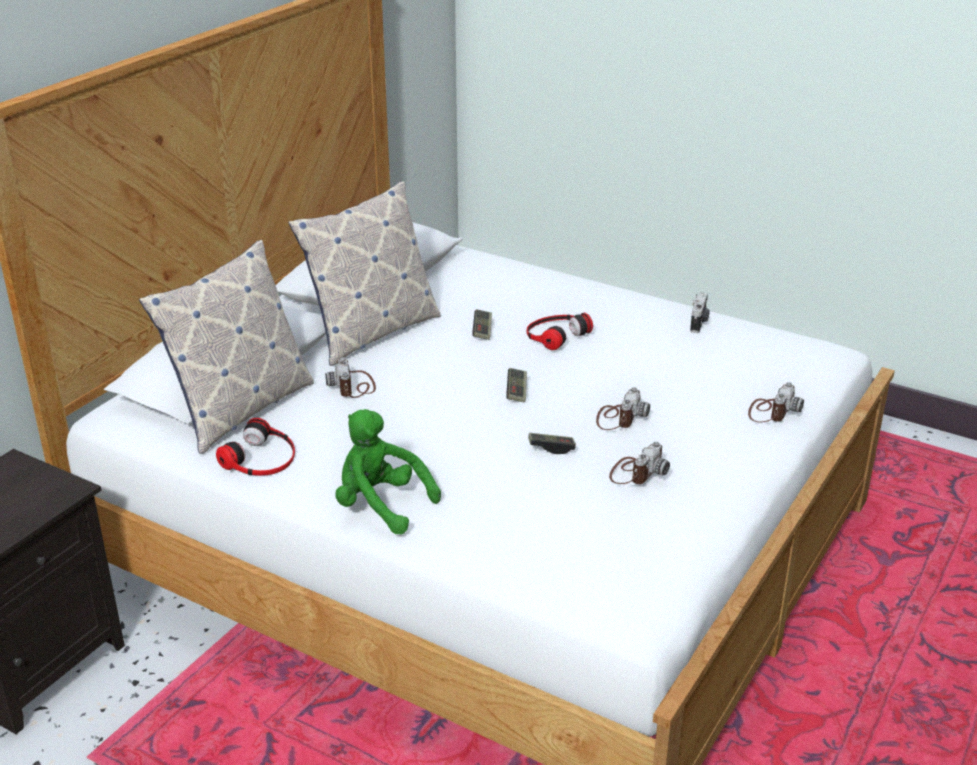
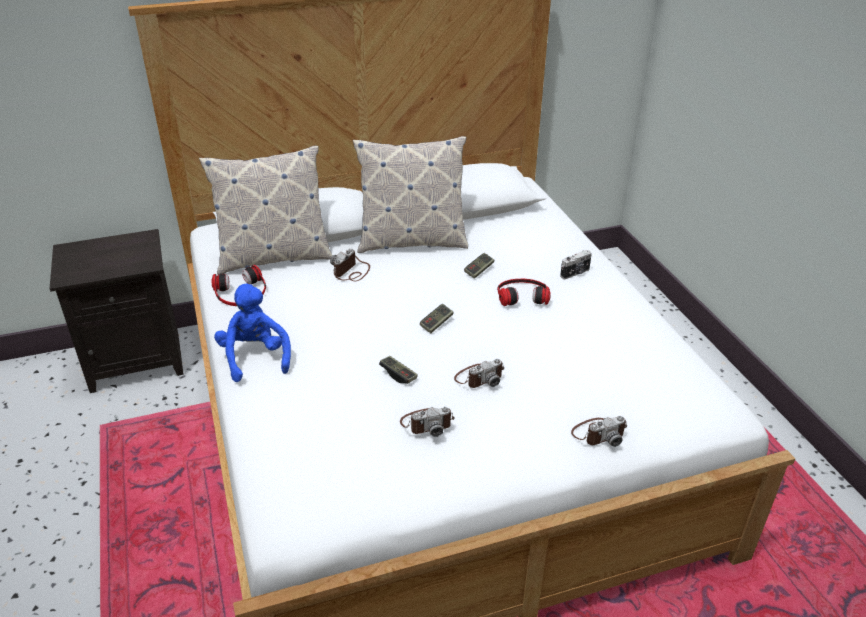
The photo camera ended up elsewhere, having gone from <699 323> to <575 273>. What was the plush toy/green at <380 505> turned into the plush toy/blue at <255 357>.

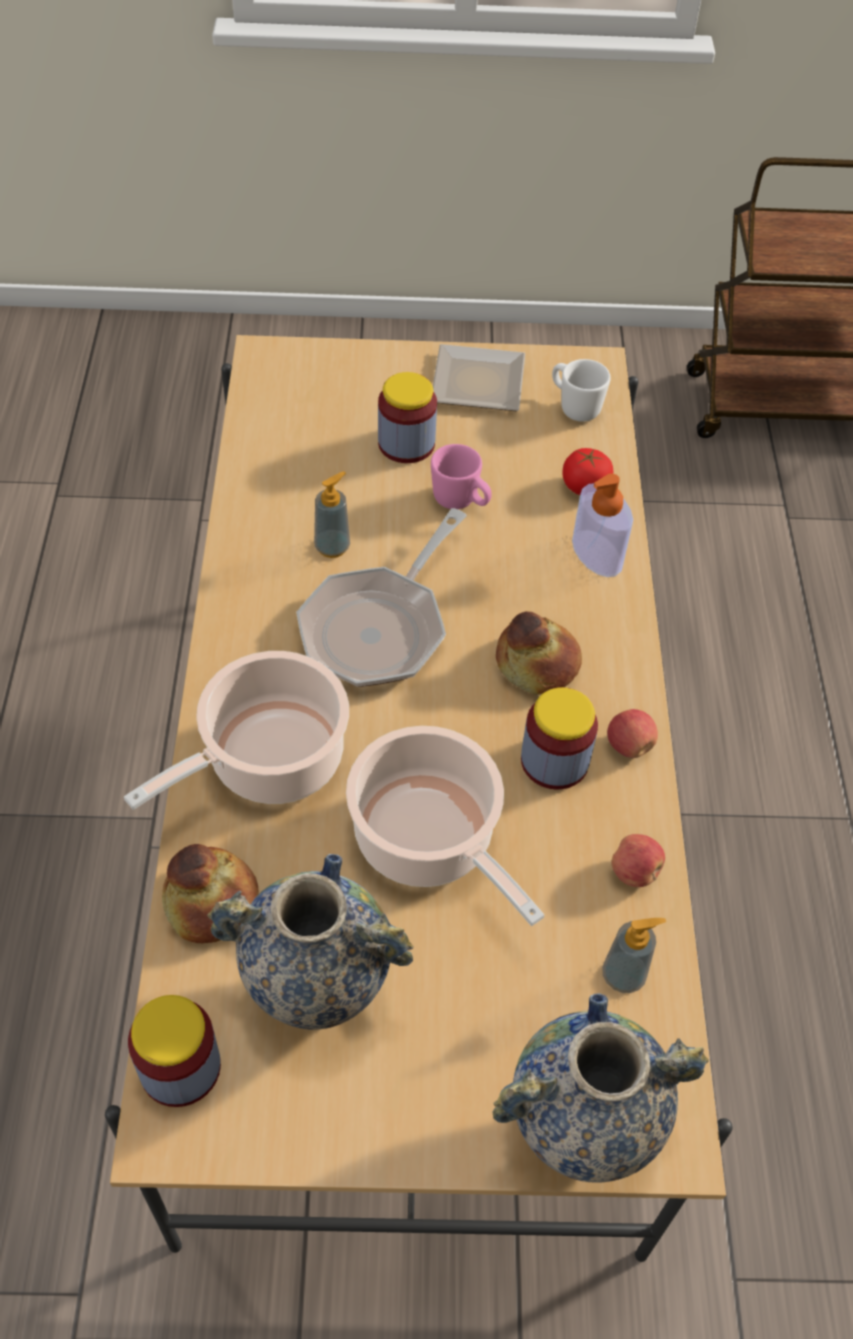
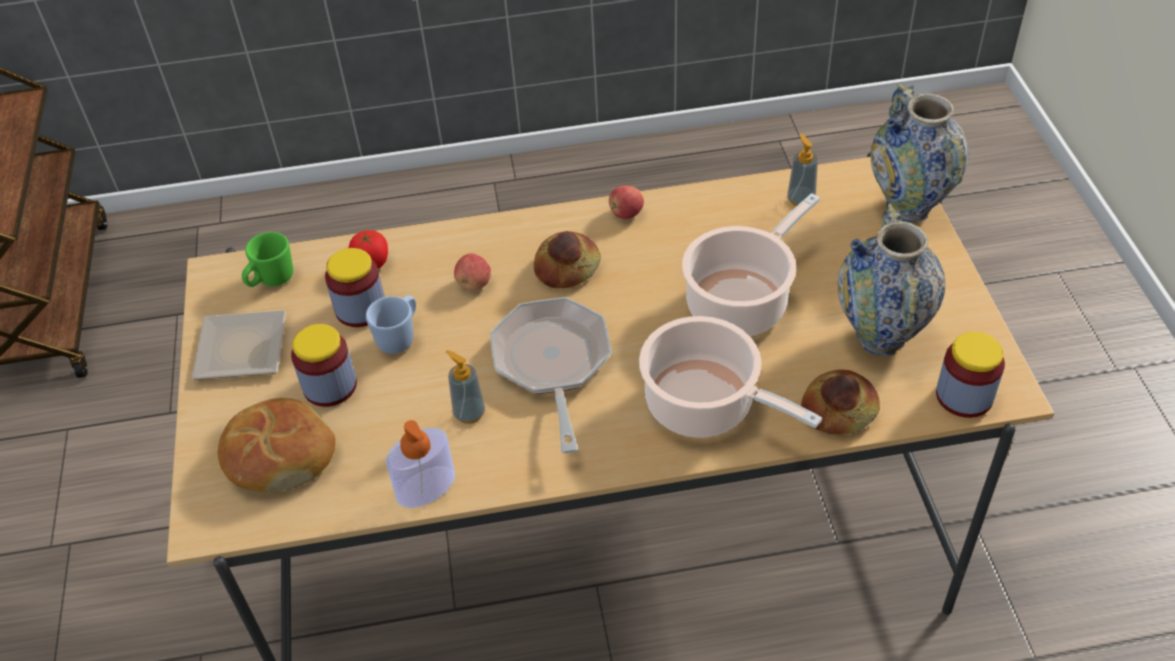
What was the mug/white at <574 406> turned into the mug/green at <271 281>. What was the mug/pink at <461 501> turned into the mug/blue at <400 337>. The soap dispenser ended up elsewhere, having gone from <597 554> to <426 487>. The frying pan at <379 627> ended up facing another way, 120 degrees counterclockwise from before. The jar ended up elsewhere, having gone from <554 761> to <360 309>. The apple ended up elsewhere, having gone from <634 872> to <474 283>. The second view gained the bread at <279 455>.

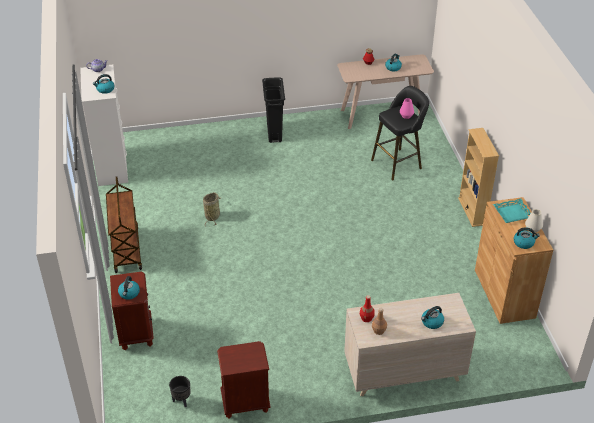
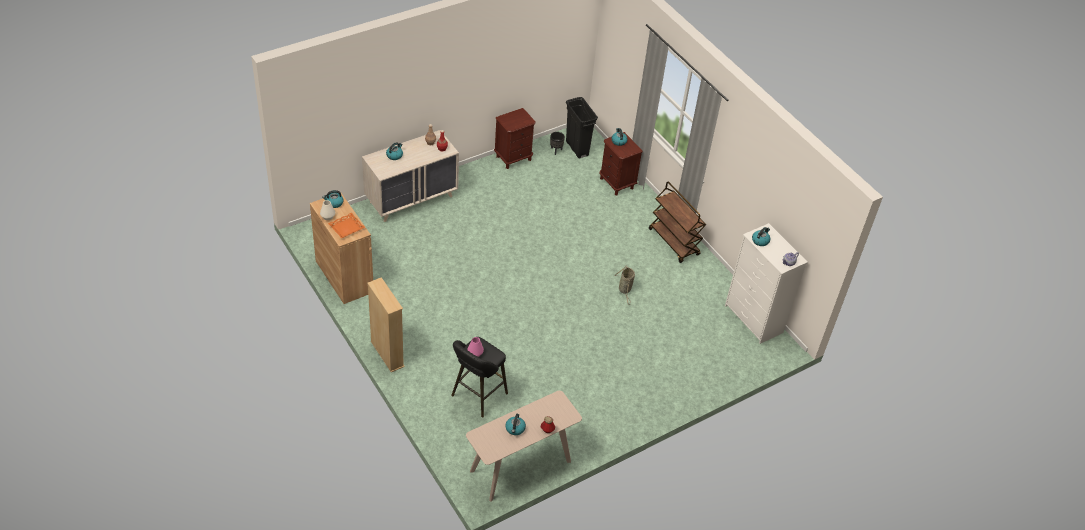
The trash can/black ended up elsewhere, having gone from <274 133> to <577 148>. What was the tray/turquoise at <512 213> turned into the tray/orange at <346 228>.

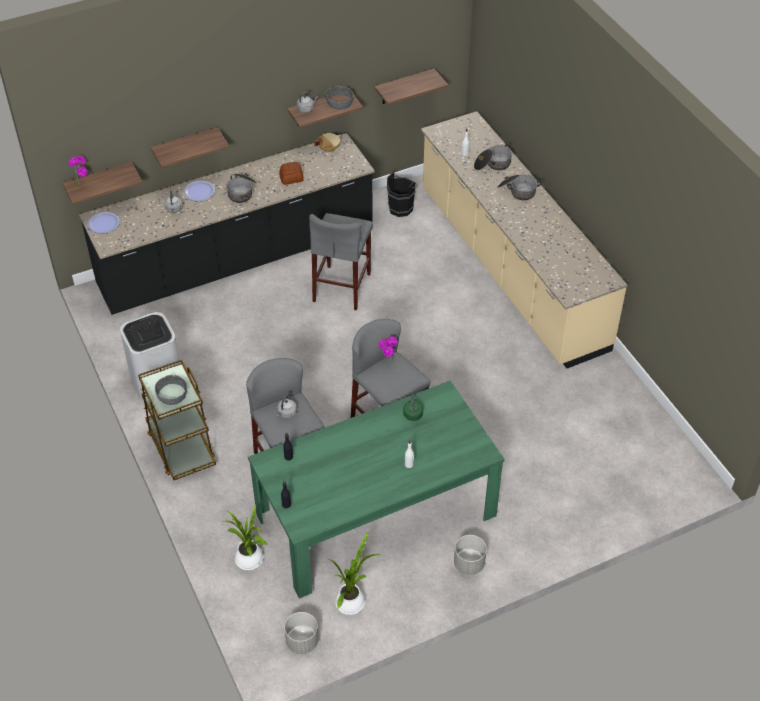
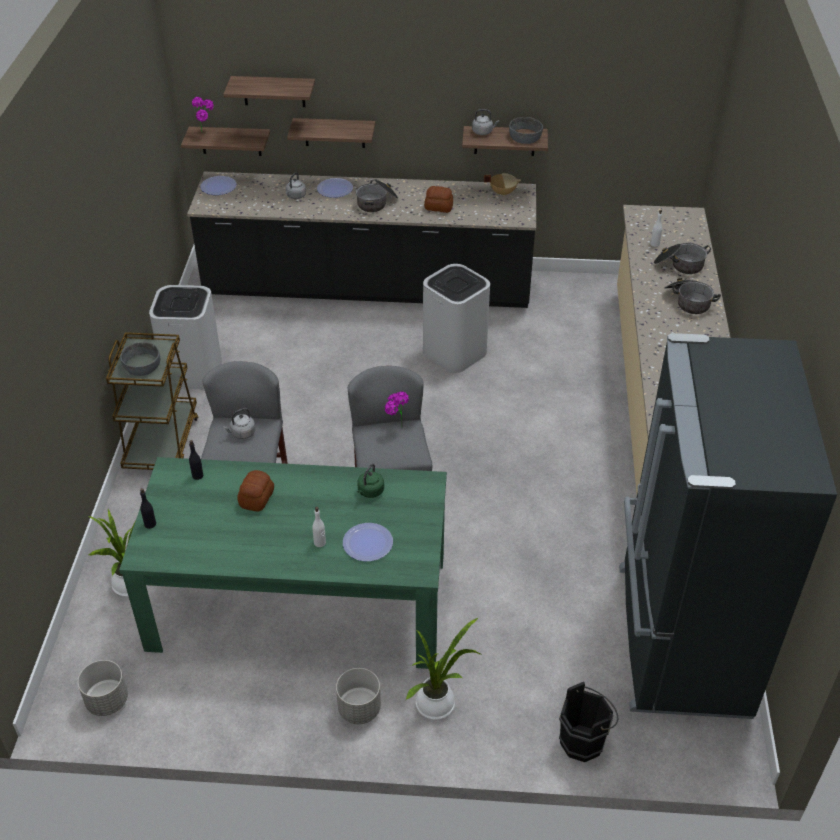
The shelf ended up elsewhere, having gone from <404 87> to <274 91>. The bucket/black ended up elsewhere, having gone from <402 207> to <585 741>. Where the stool/grey stood at <342 287>, the trash can/white came to stand at <454 353>. The potted plant ended up elsewhere, having gone from <352 601> to <438 703>. The second view gained the fridge/black at <679 640>. The second view gained the bread at <256 498>. The second view gained the plate at <368 543>.

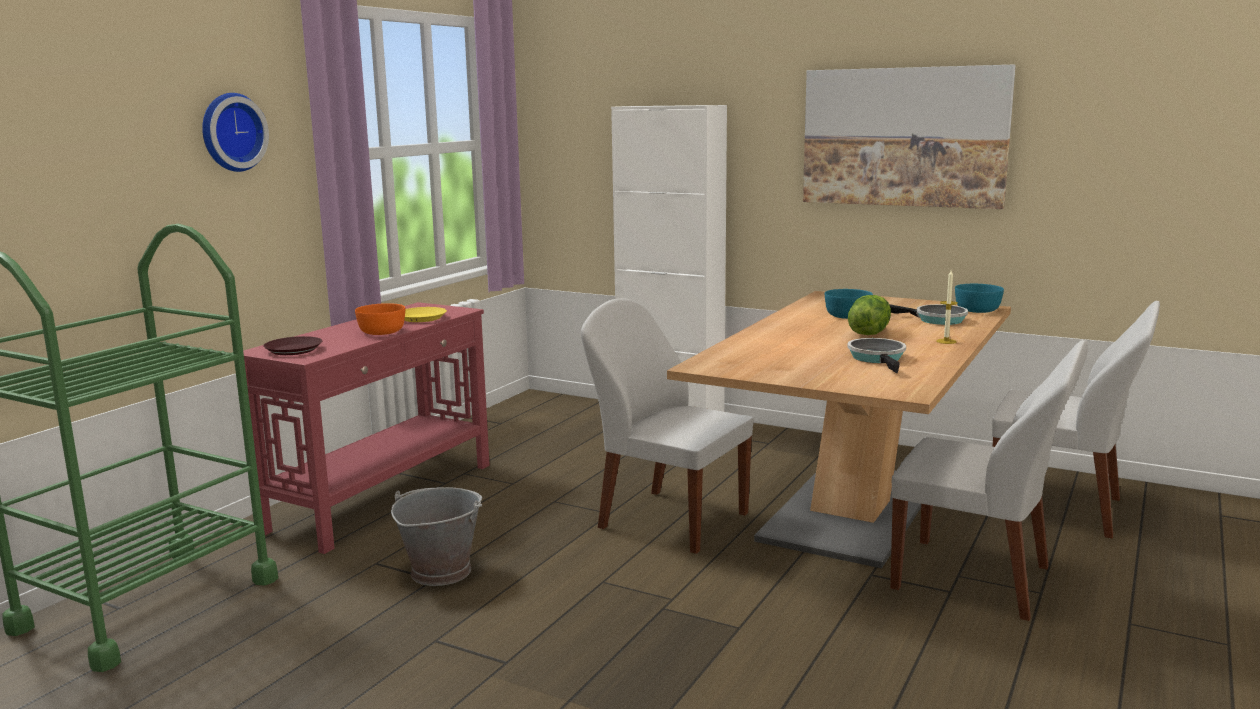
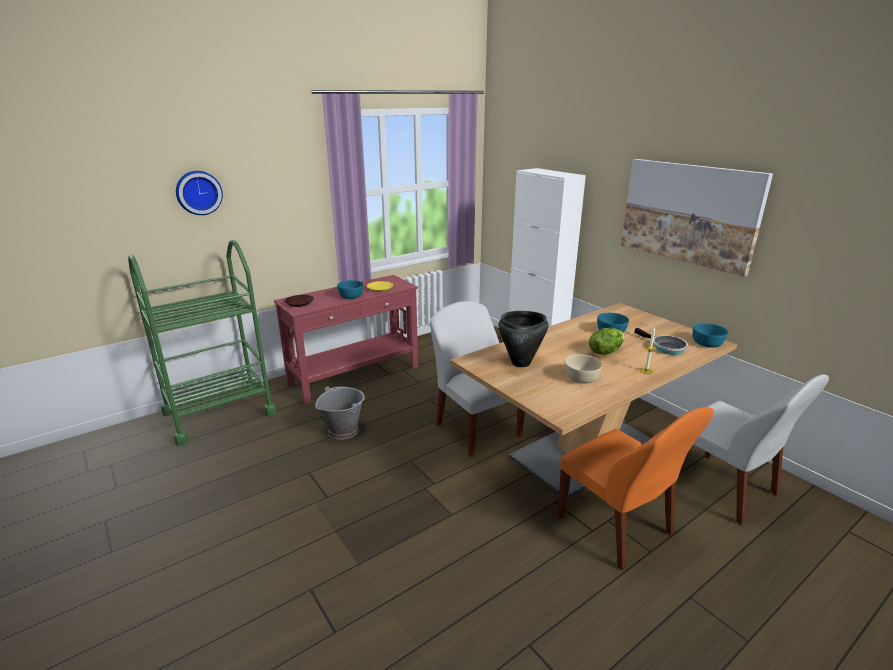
The wall clock ended up elsewhere, having gone from <230 132> to <198 192>. What was the bowl/orange at <382 332> turned into the bowl/turquoise at <351 296>. Where the frying pan stood at <878 358>, the bowl/beige came to stand at <581 378>. What was the chair/white at <976 580> turned into the chair/orange at <616 527>. The second view gained the cooking pot/black at <521 363>.

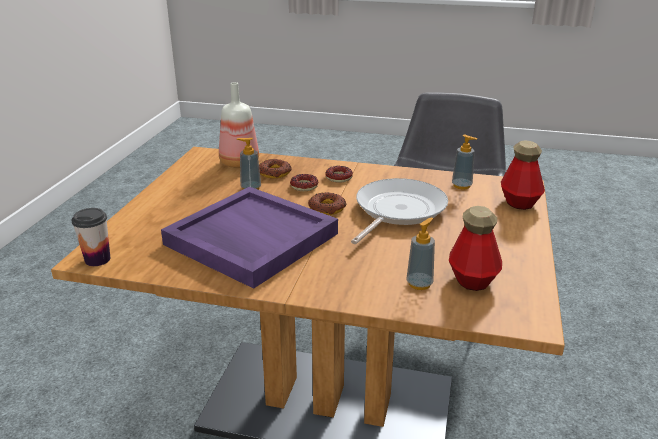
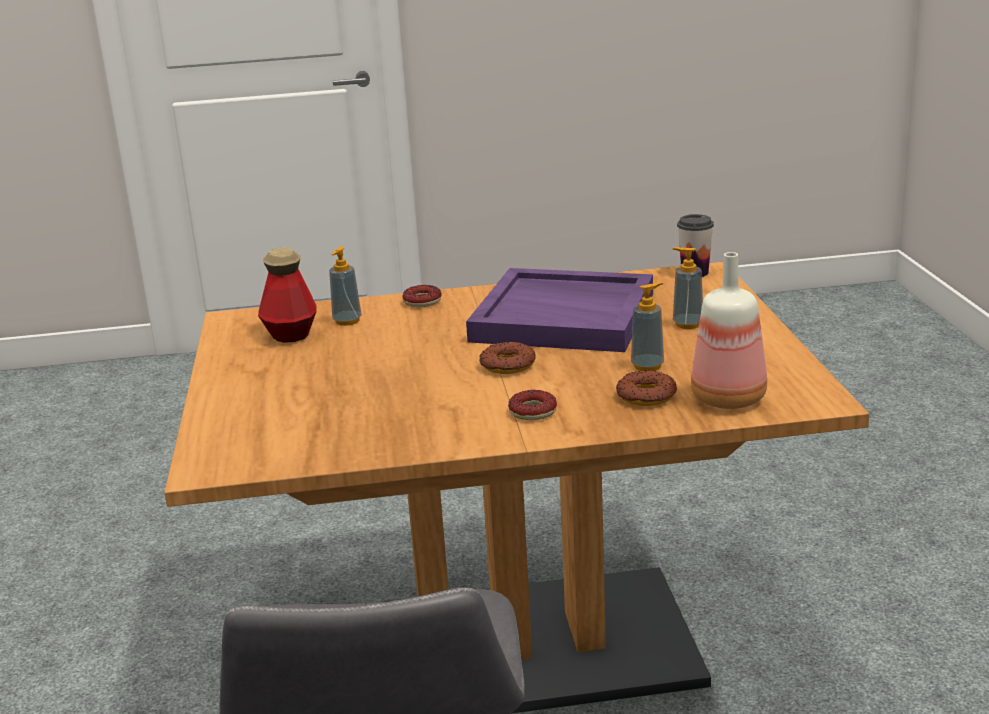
The soap dispenser ended up elsewhere, having gone from <461 186> to <687 324>. The second view lost the bottle at <519 202>. The donut ended up elsewhere, having gone from <304 186> to <422 301>. The second view lost the frying pan at <397 211>.

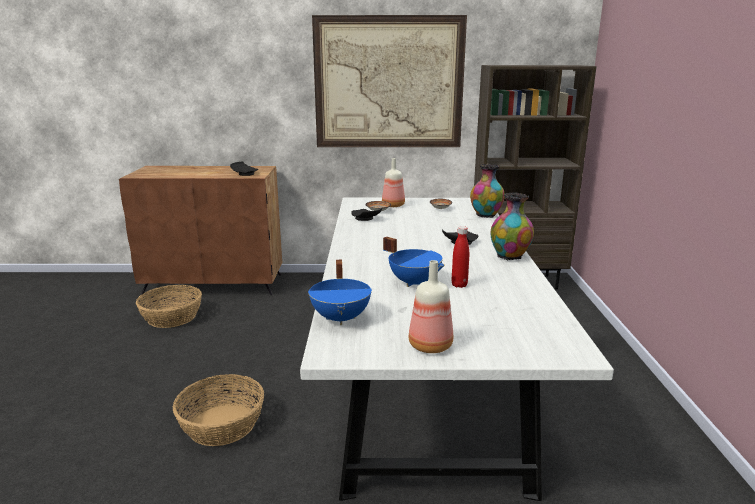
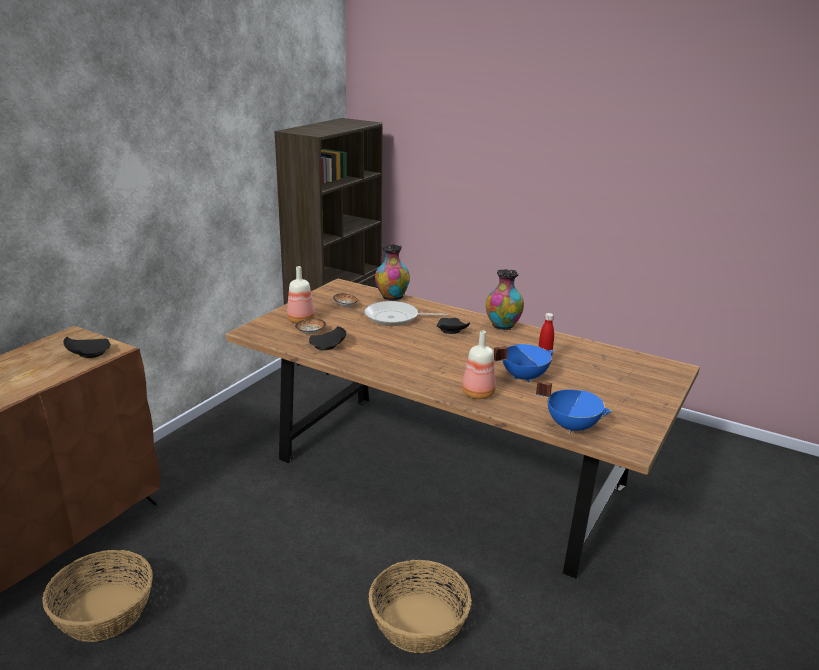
The second view lost the picture at <388 83>. What was the dining table/white at <424 379> turned into the dining table/brown at <448 472>. The bottle ended up elsewhere, having gone from <429 345> to <477 394>. The second view gained the frying pan at <395 318>.

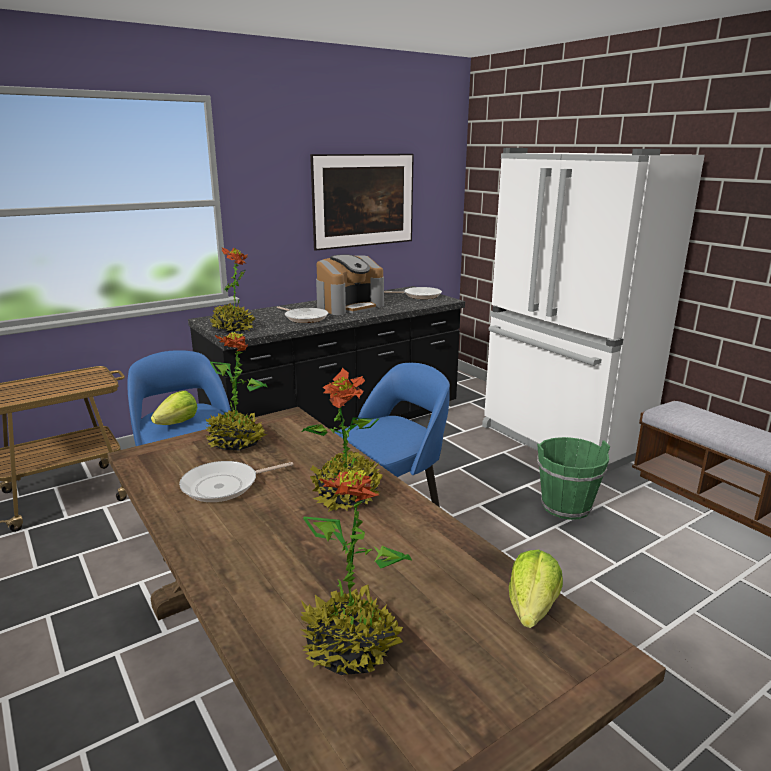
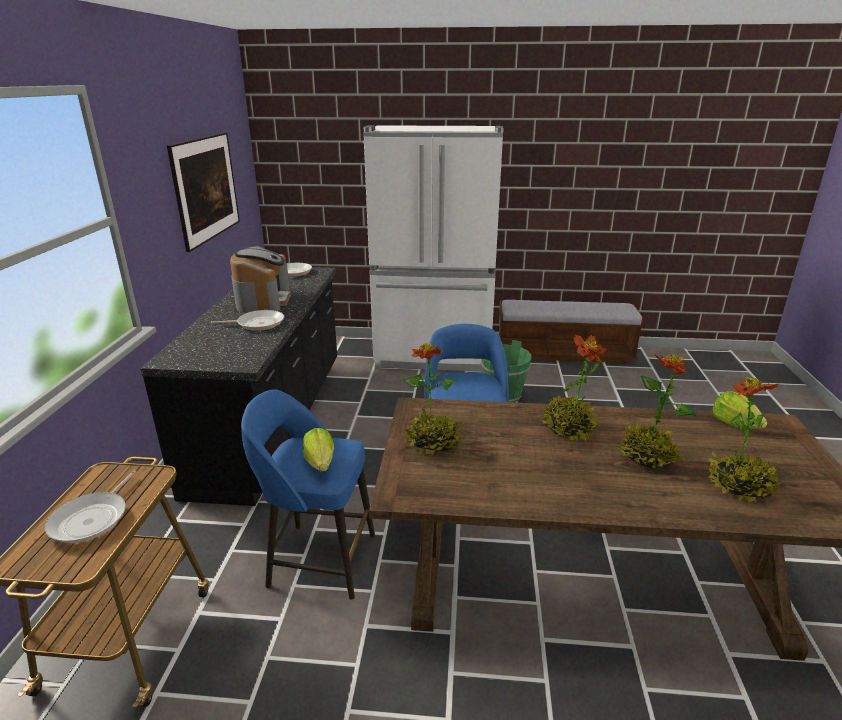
The potted plant ended up elsewhere, having gone from <233 329> to <648 457>. The frying pan ended up elsewhere, having gone from <225 486> to <92 519>.

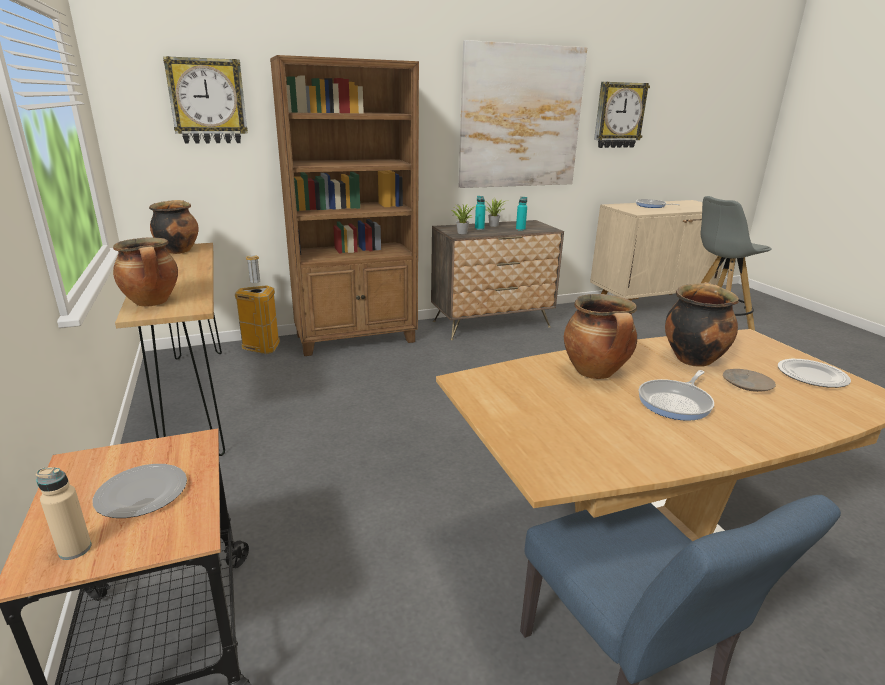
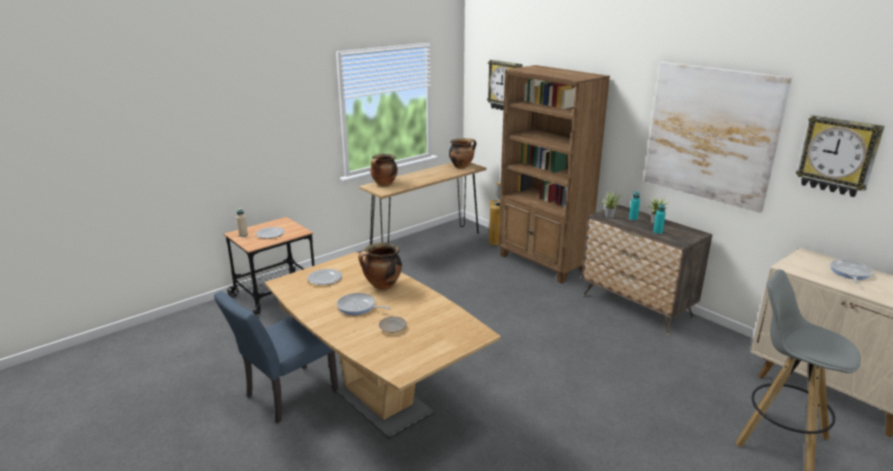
The second view lost the cooking pot at <692 358>. The plate ended up elsewhere, having gone from <811 376> to <324 278>.

